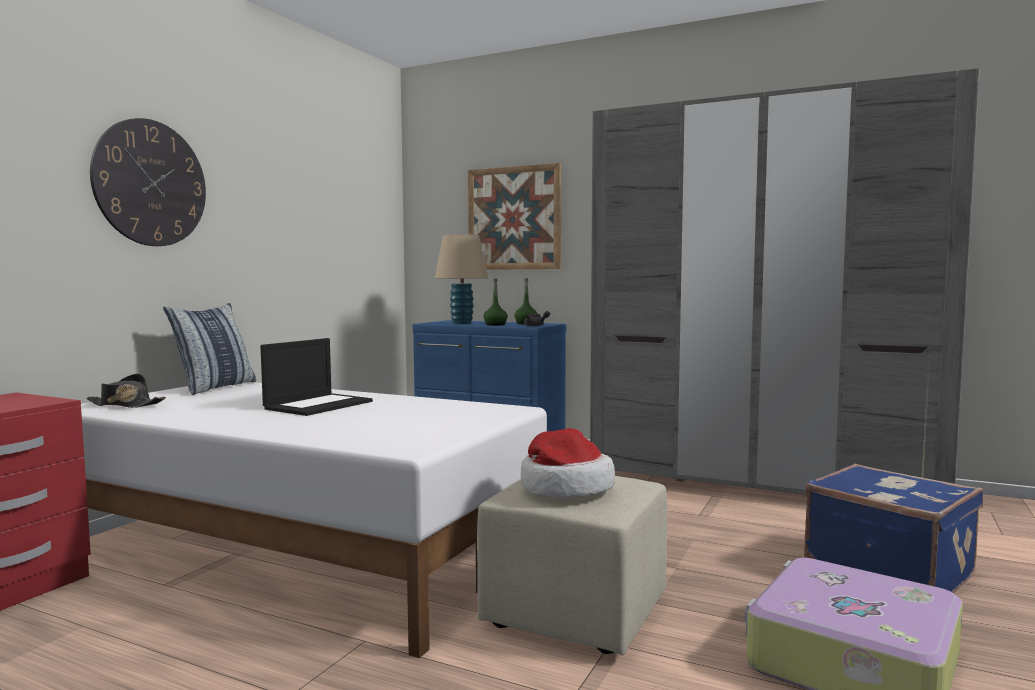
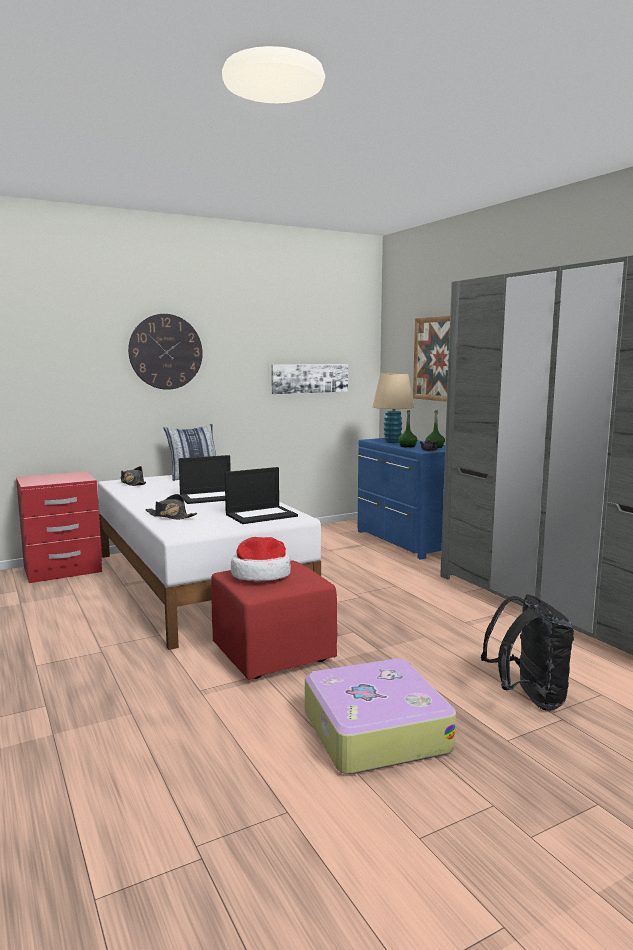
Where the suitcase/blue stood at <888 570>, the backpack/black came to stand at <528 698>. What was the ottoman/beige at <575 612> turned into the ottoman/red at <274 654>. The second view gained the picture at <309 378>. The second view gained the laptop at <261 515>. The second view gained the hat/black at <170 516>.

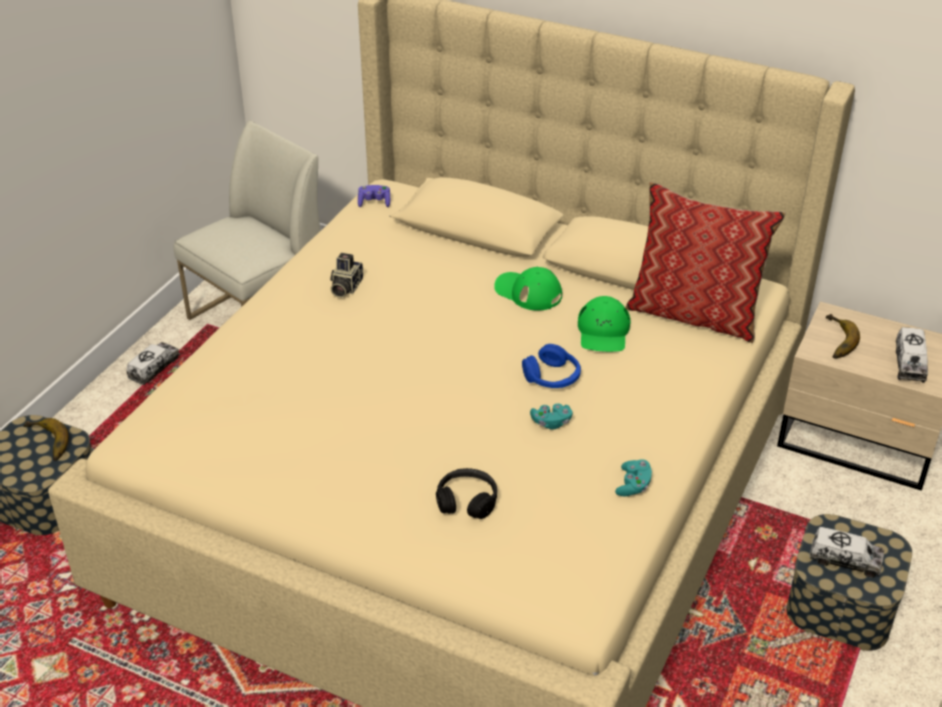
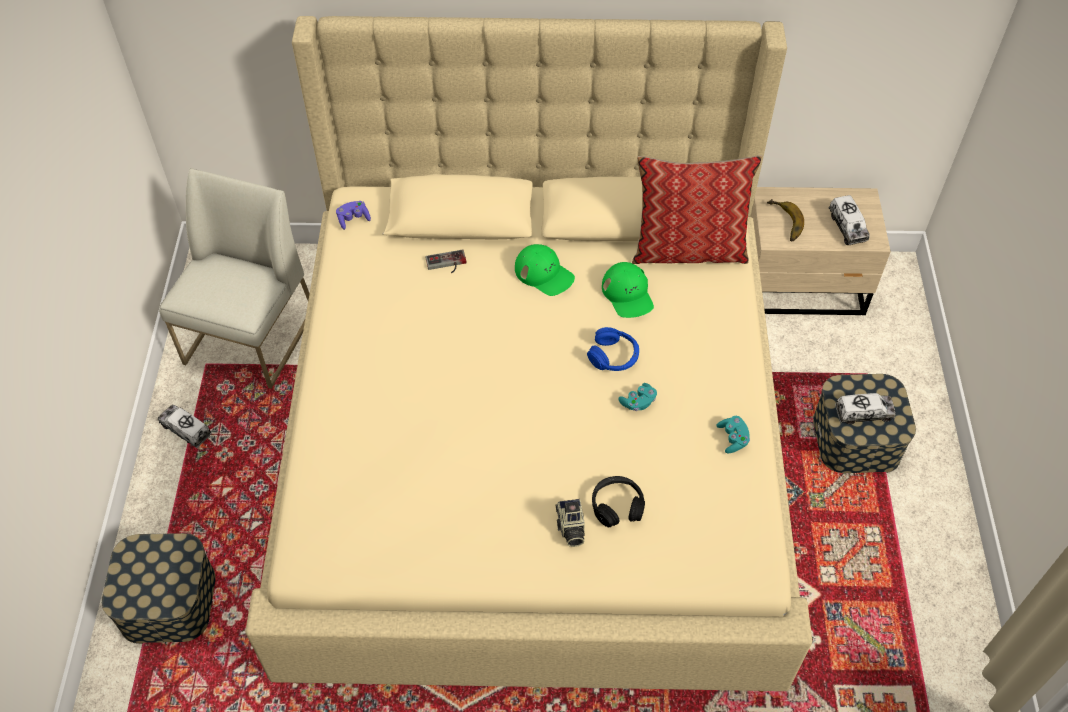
The photo camera ended up elsewhere, having gone from <345 287> to <570 528>. The cap/green at <528 292> ended up facing another way, 150 degrees counterclockwise from before. The toy truck at <154 369> ended up facing another way, 60 degrees counterclockwise from before. The second view lost the banana at <45 443>. The second view gained the game controller at <446 264>.

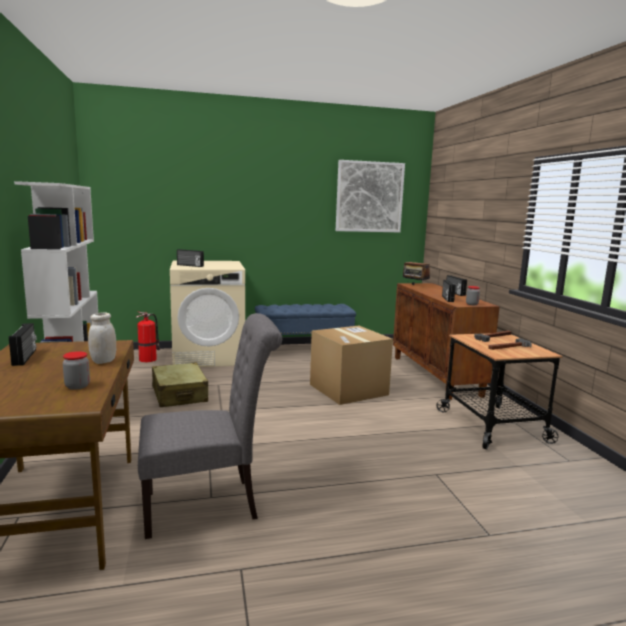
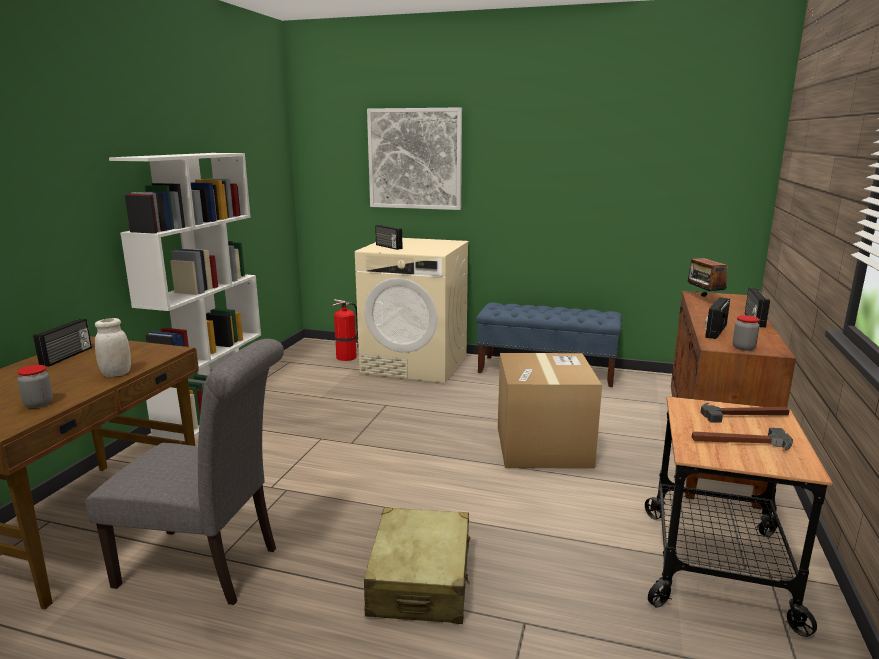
The picture ended up elsewhere, having gone from <369 197> to <415 159>. The suitcase/beige ended up elsewhere, having gone from <179 394> to <420 581>.

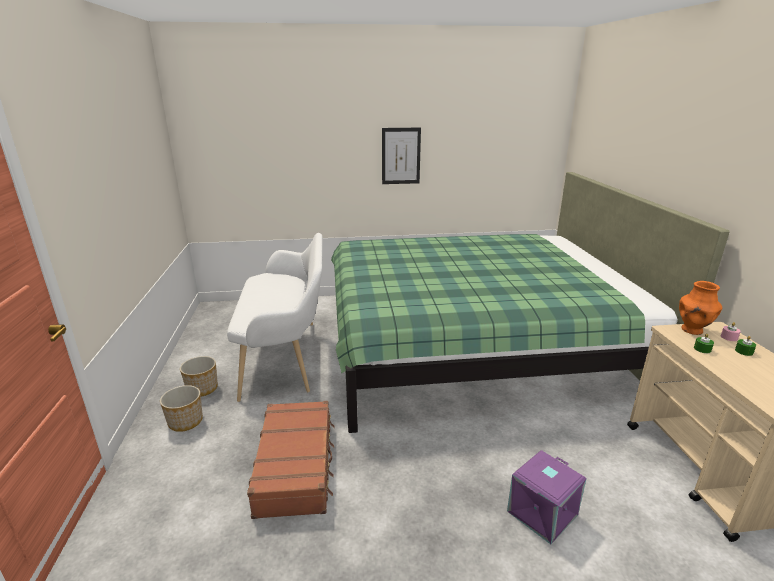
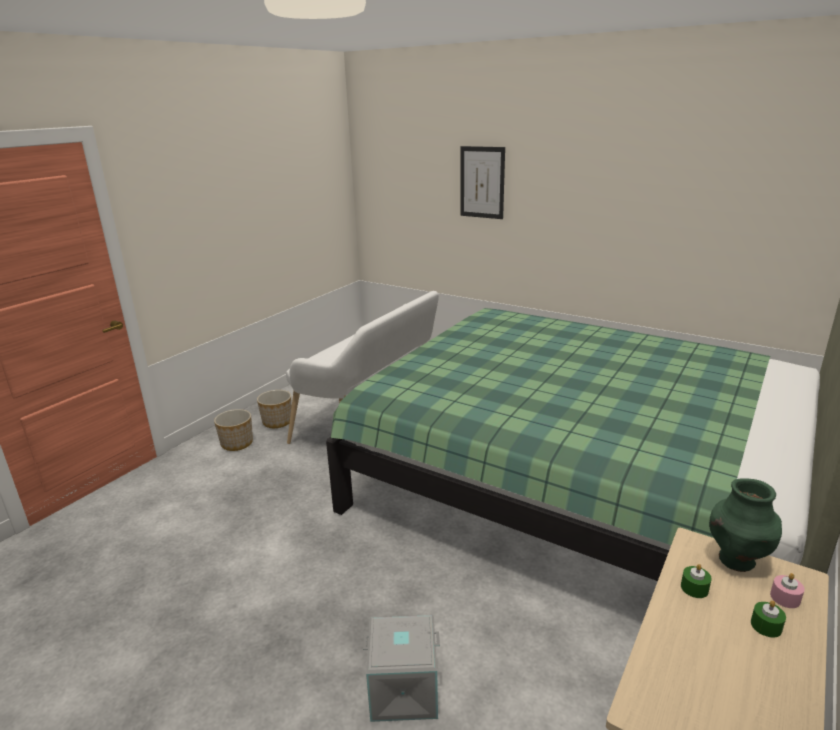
The picture ended up elsewhere, having gone from <401 156> to <482 182>. What was the vase/orange at <692 330> turned into the vase/green at <736 561>. The second view lost the suitcase/brown at <296 465>. What was the storage box/purple at <543 514> turned into the storage box/grey at <403 691>.

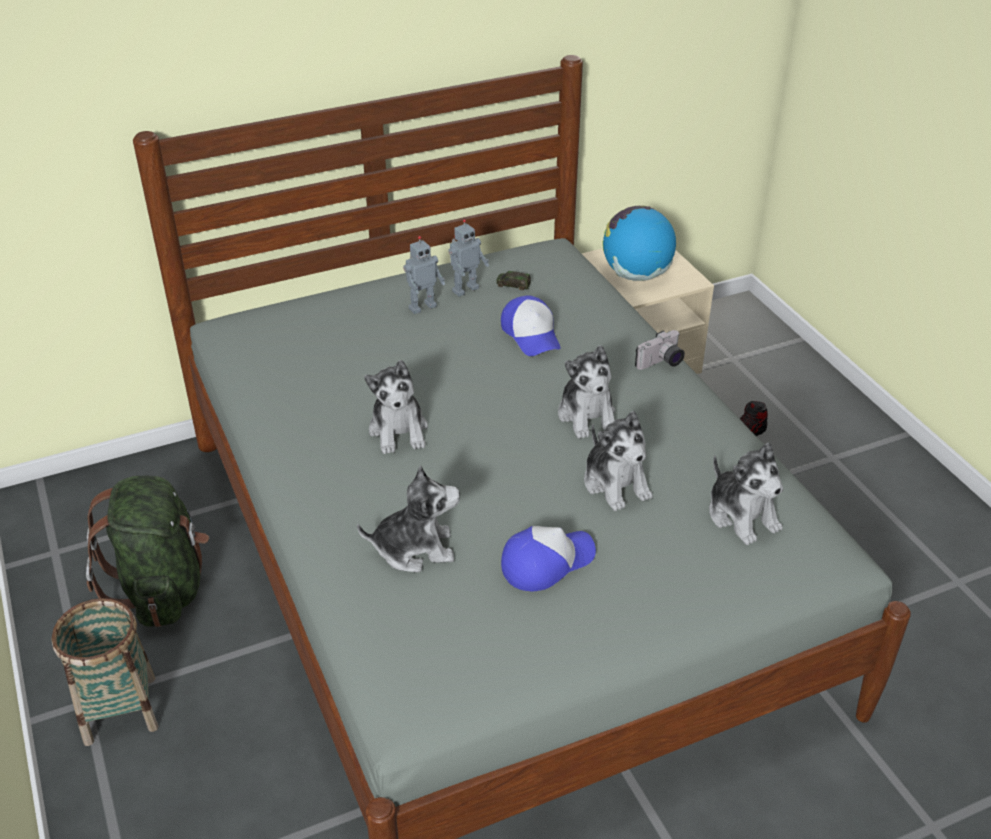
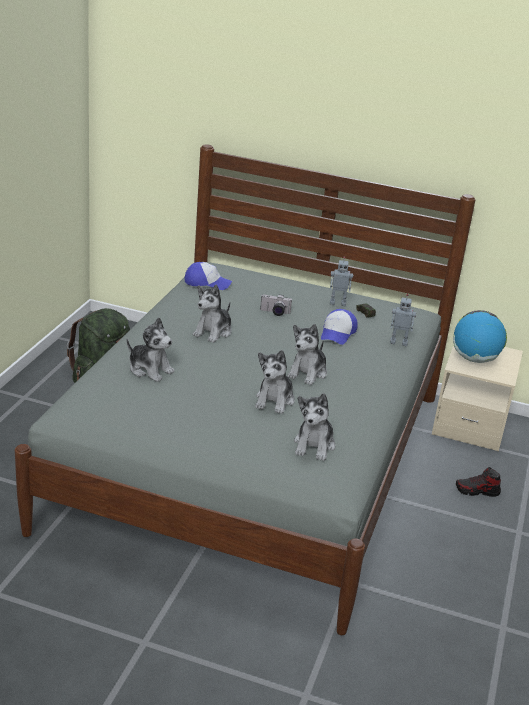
The toy robot ended up elsewhere, having gone from <422 307> to <398 342>. The photo camera ended up elsewhere, having gone from <661 363> to <274 313>. The cap ended up elsewhere, having gone from <546 562> to <207 283>. The second view lost the basket at <120 709>.

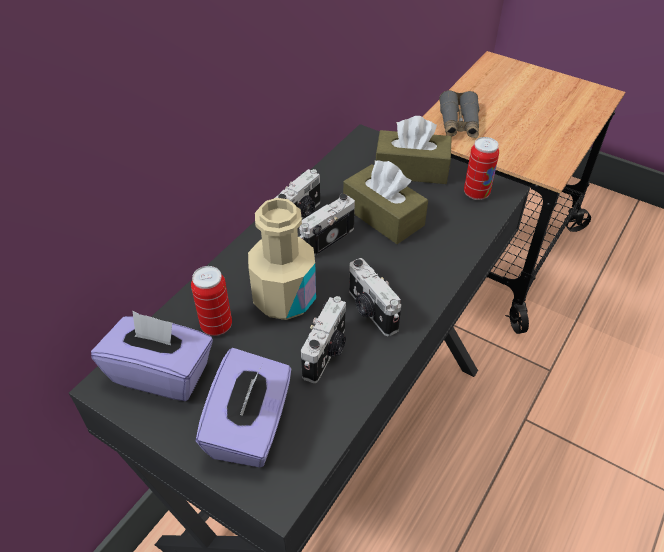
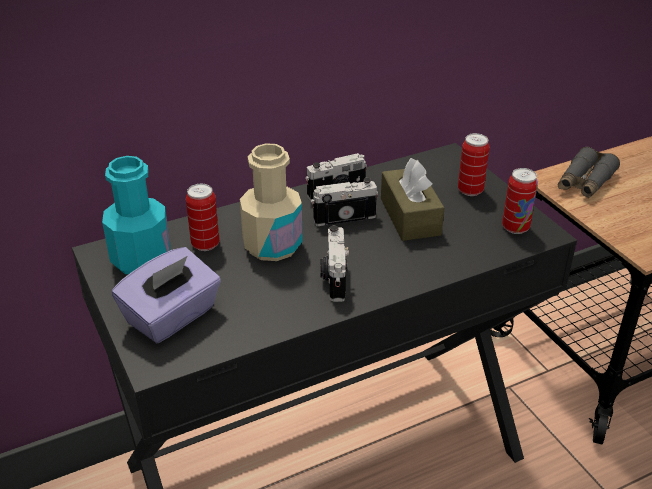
Where the tissue box/brown stood at <411 169>, the can came to stand at <470 190>. The second view lost the photo camera at <326 353>. Where the tissue box/purple stood at <162 373>, the bottle/turquoise came to stand at <141 259>.

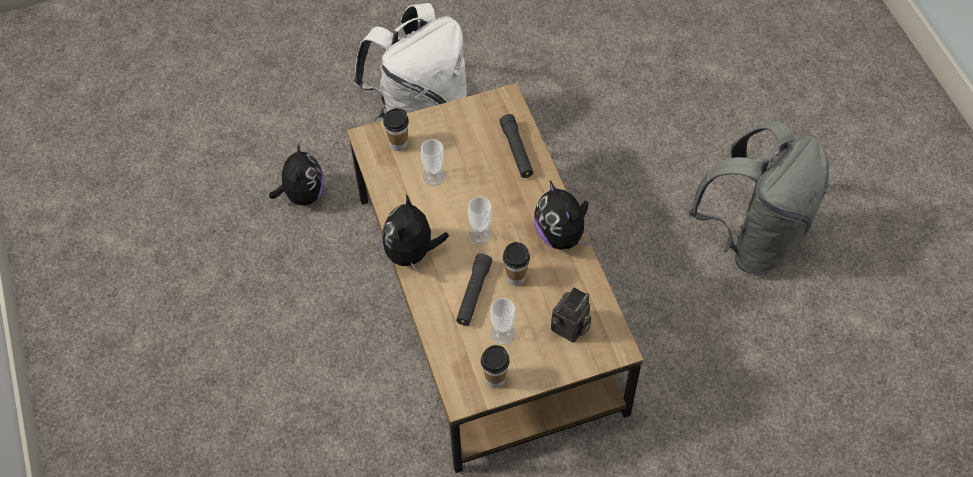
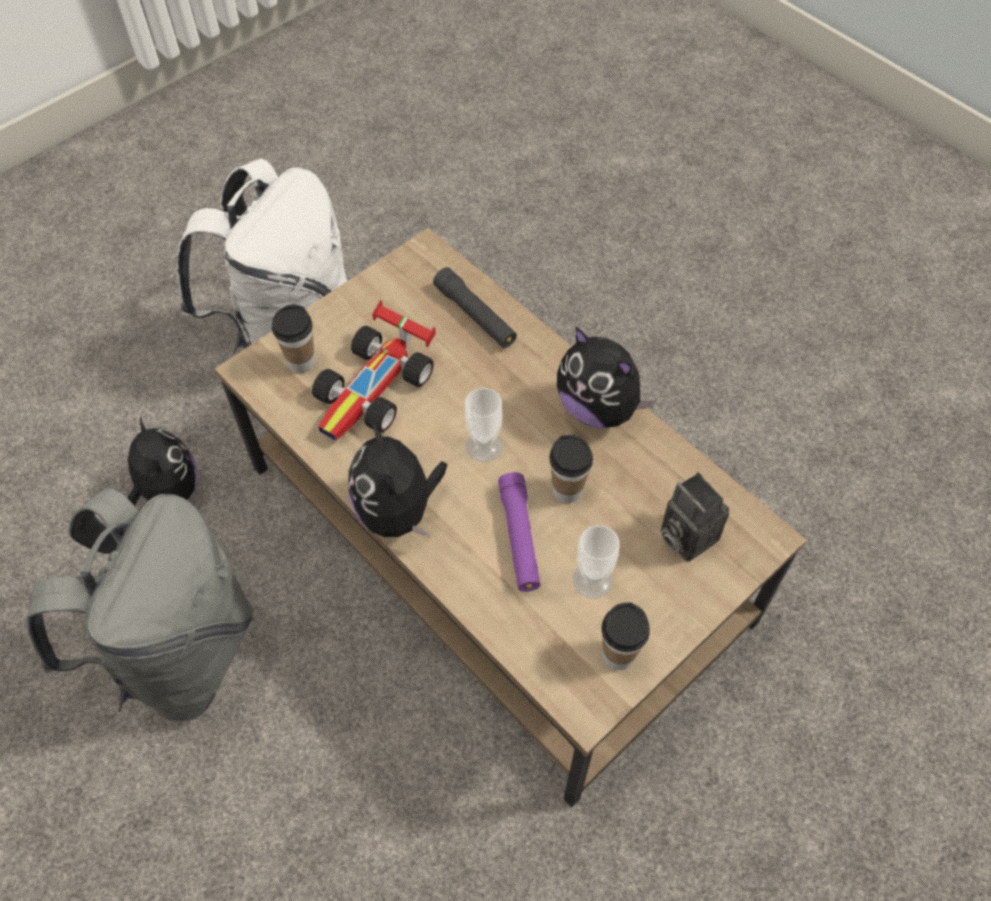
The backpack/grey ended up elsewhere, having gone from <752 237> to <180 652>. Where the cup stood at <434 176>, the toy car came to stand at <376 389>. What was the flashlight/black at <473 294> turned into the flashlight/purple at <519 538>. The photo camera at <570 329> ended up facing another way, 135 degrees clockwise from before.

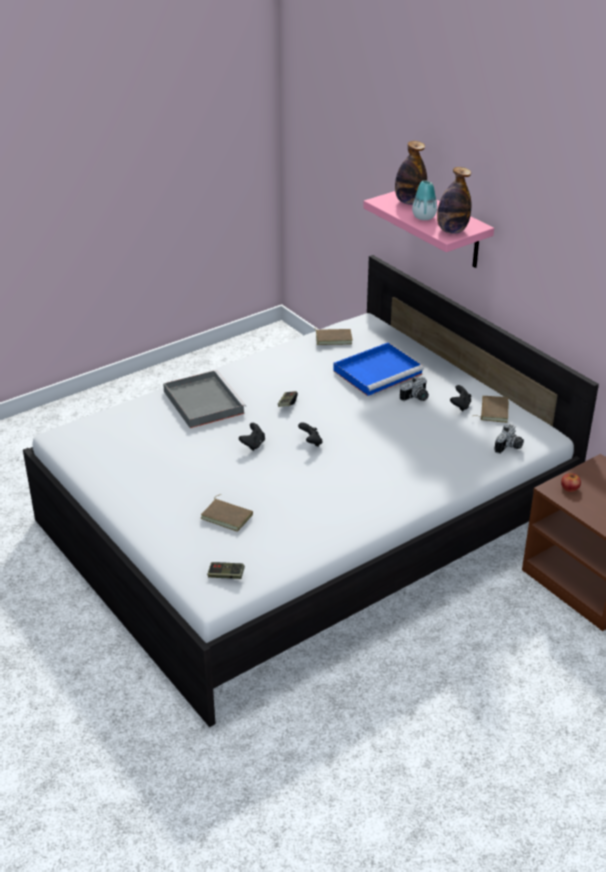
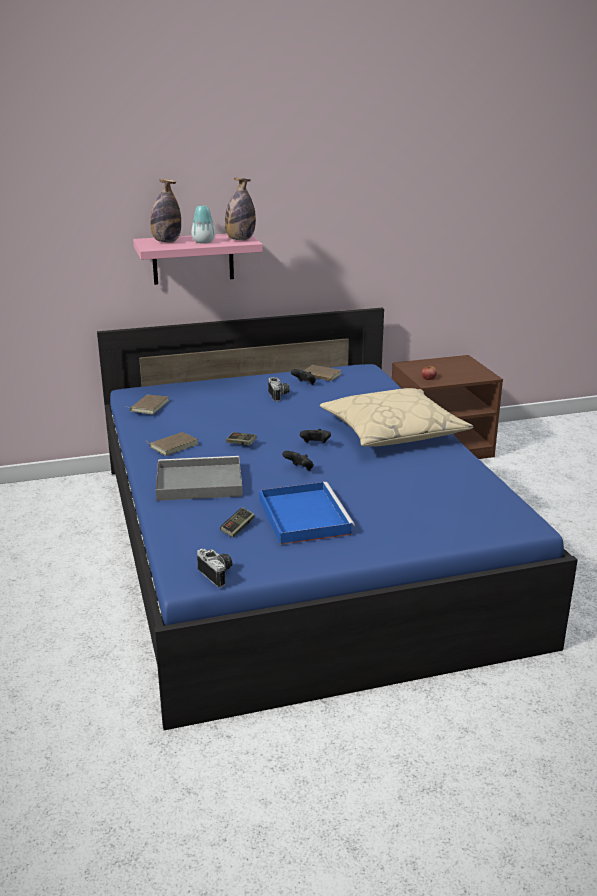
What was the bed/white at <303 523> turned into the bed/blue at <297 546>. The tray/blue ended up elsewhere, having gone from <378 371> to <303 516>. The photo camera ended up elsewhere, having gone from <509 447> to <218 574>. The book/brown ended up elsewhere, having gone from <228 516> to <173 445>. The game controller ended up elsewhere, having gone from <226 575> to <238 528>. The second view gained the pillow/beige at <393 431>.

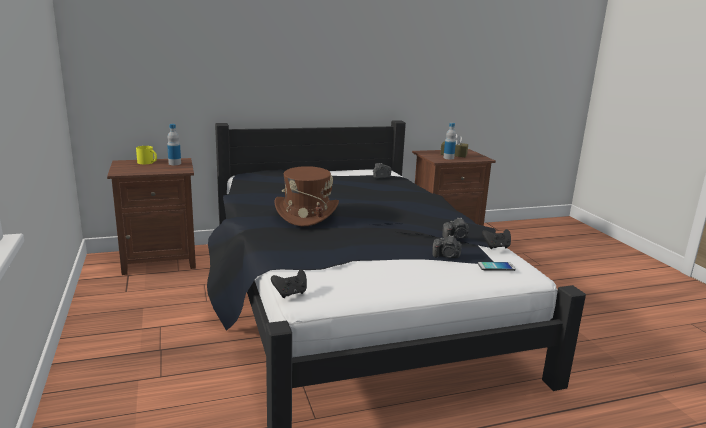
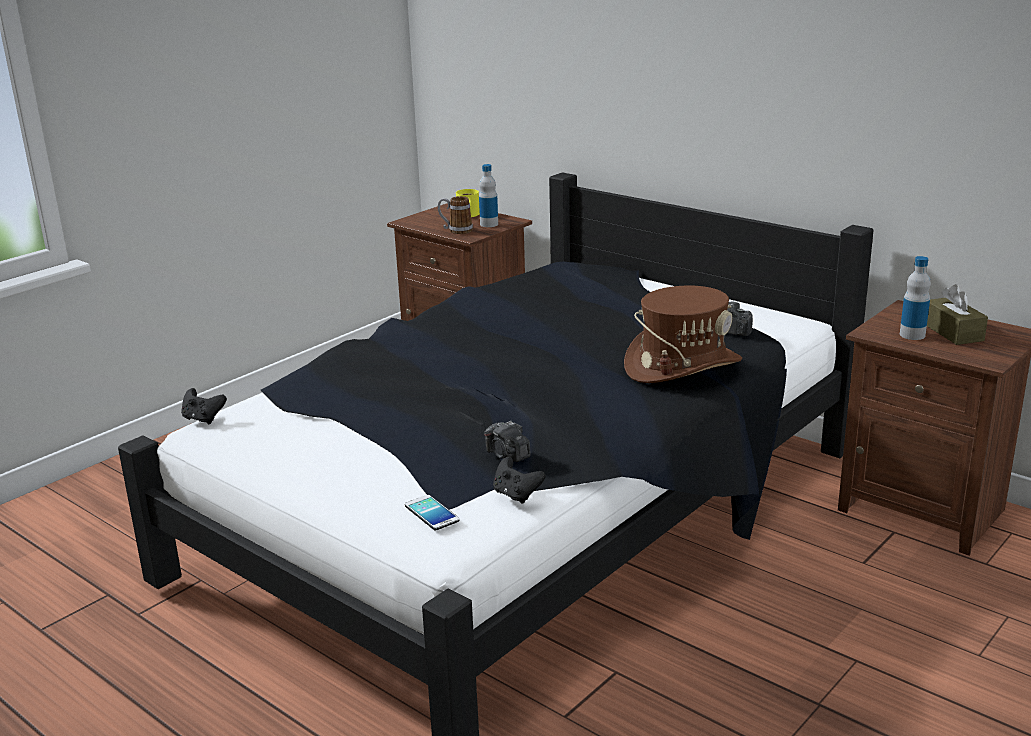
The hat/brown ended up elsewhere, having gone from <306 214> to <682 366>. The second view lost the photo camera at <446 256>. The second view gained the mug at <456 230>.

